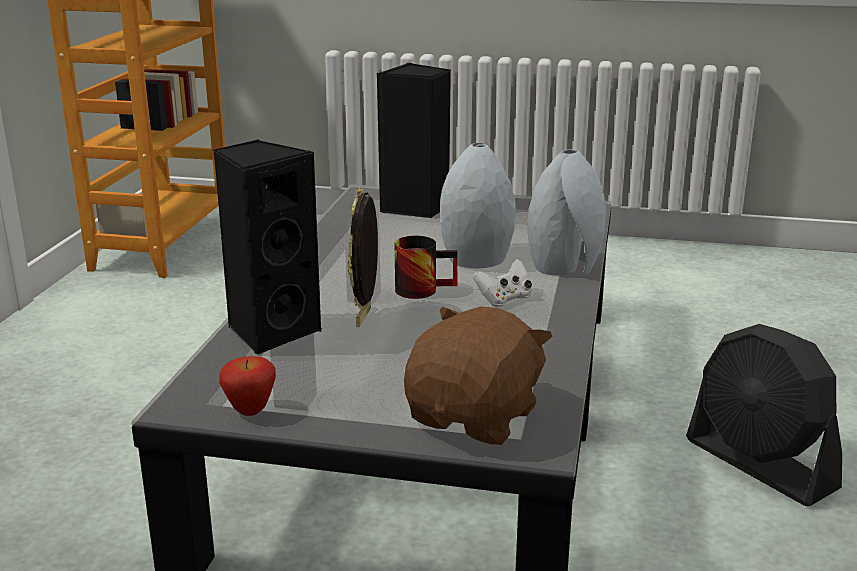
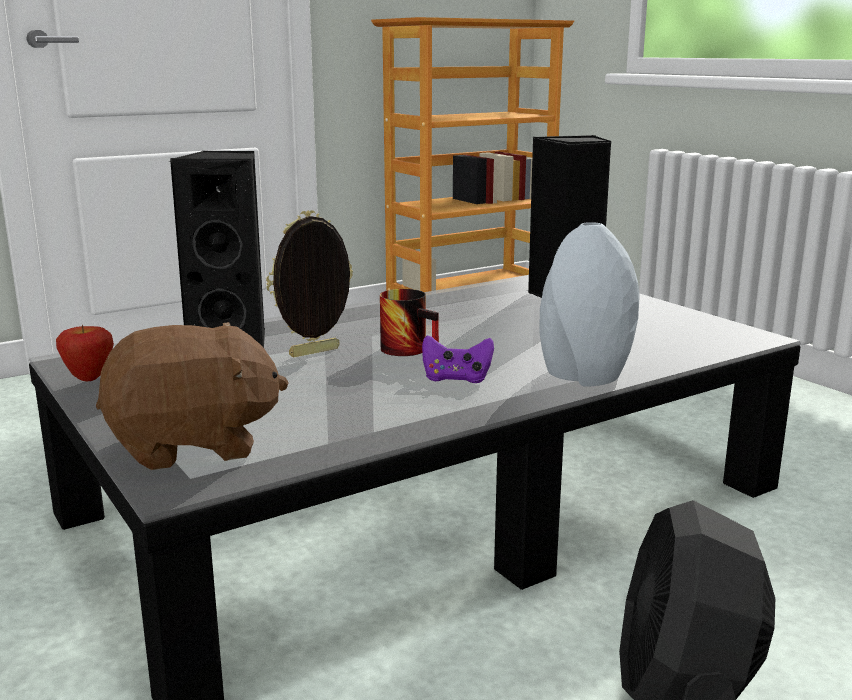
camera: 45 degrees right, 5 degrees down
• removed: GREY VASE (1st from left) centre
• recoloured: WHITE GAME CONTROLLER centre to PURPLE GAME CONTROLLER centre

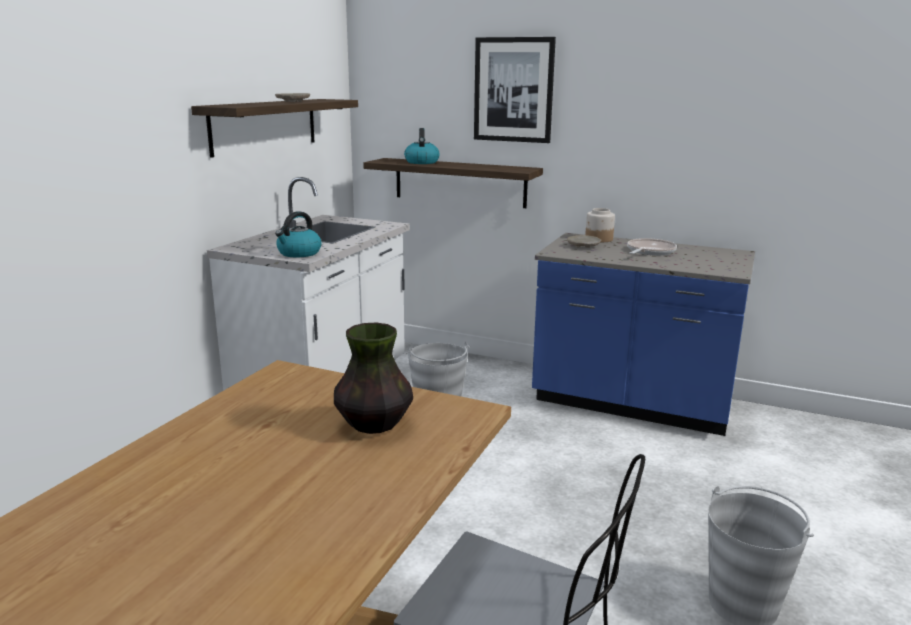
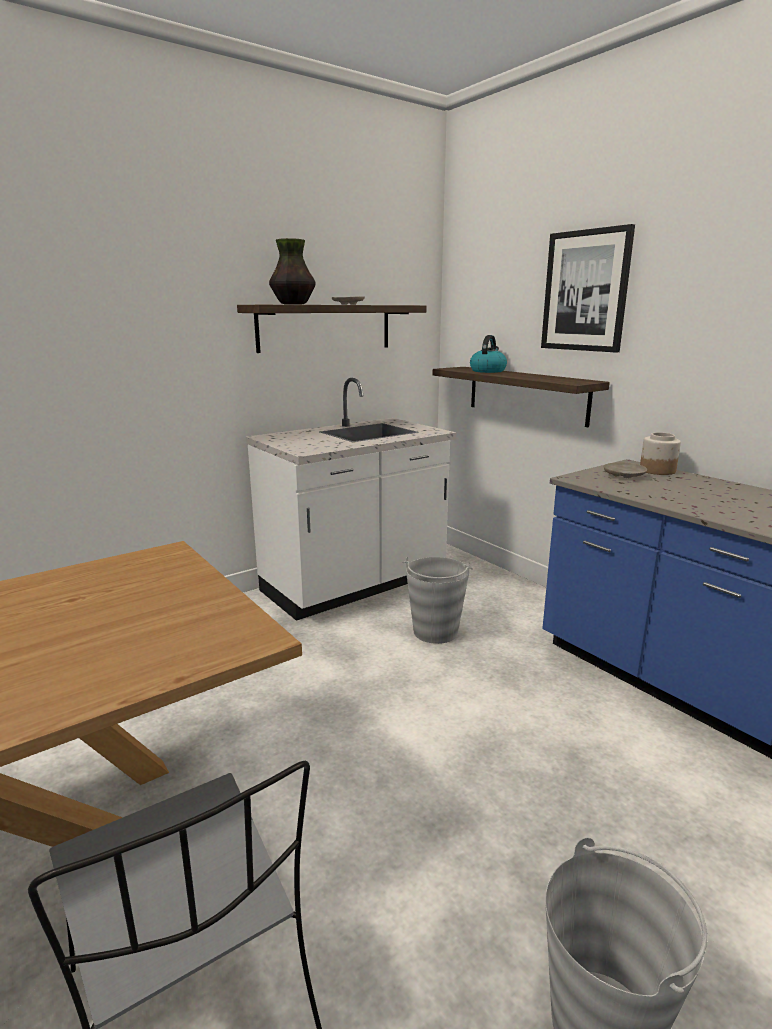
camera: 30 degrees right, 0 degrees up
• removed: KETTLE (1st from left) middle left
• moved: VASE centre to top centre
• removed: FRYING PAN middle right

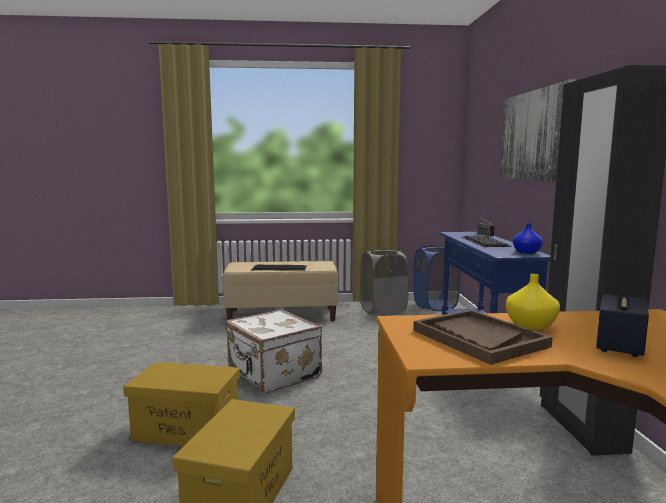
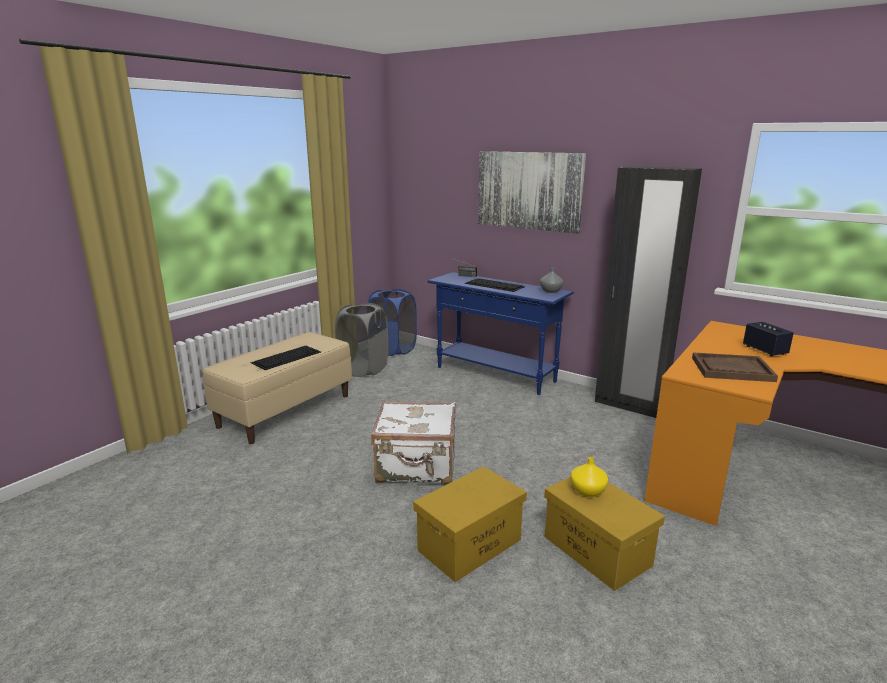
camera: 50 degrees left, 10 degrees up
• moved: YELLOW VASE middle right to bottom centre
• recoloured: BLUE VASE middle right to GREY VASE centre

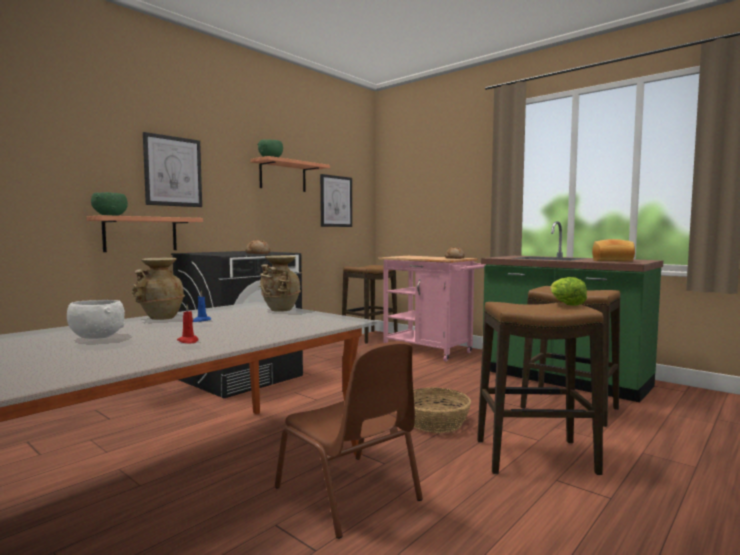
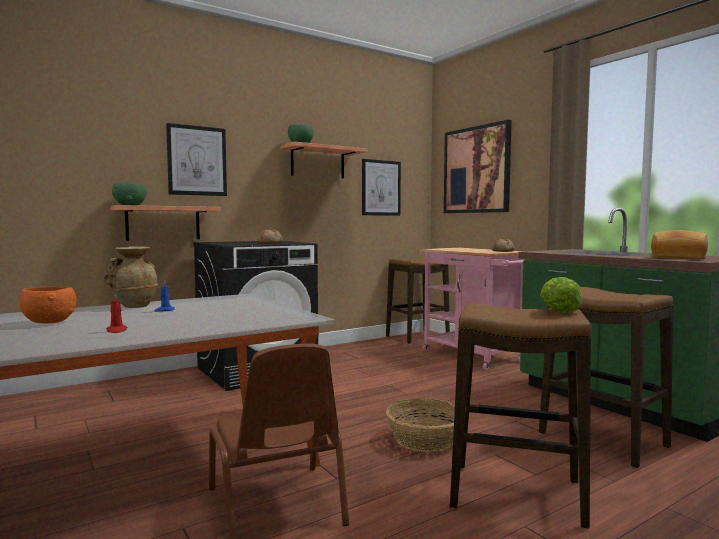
camera: 15 degrees right, 0 degrees up
• recoloured: WHITE BOWL middle left to ORANGE BOWL middle left
• removed: BEIGE VASE (2nd from left) centre
• added: PICTURE (3rd from left) top centre

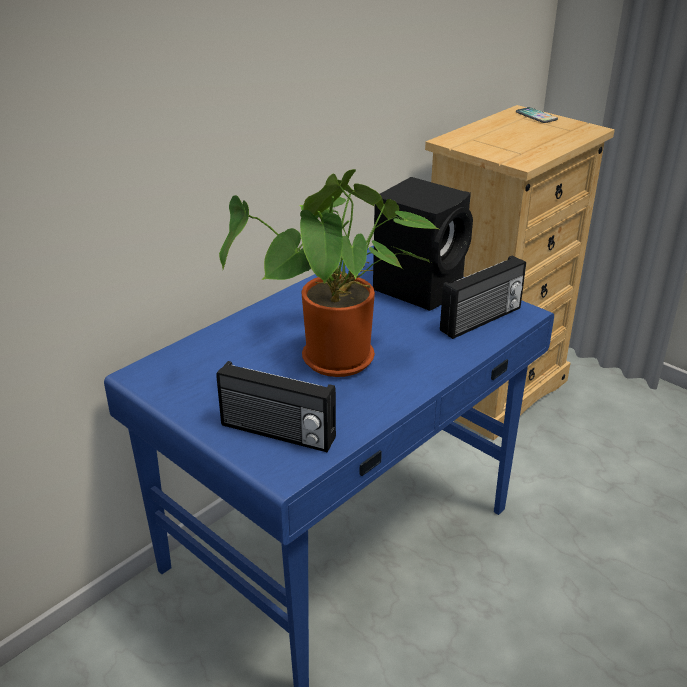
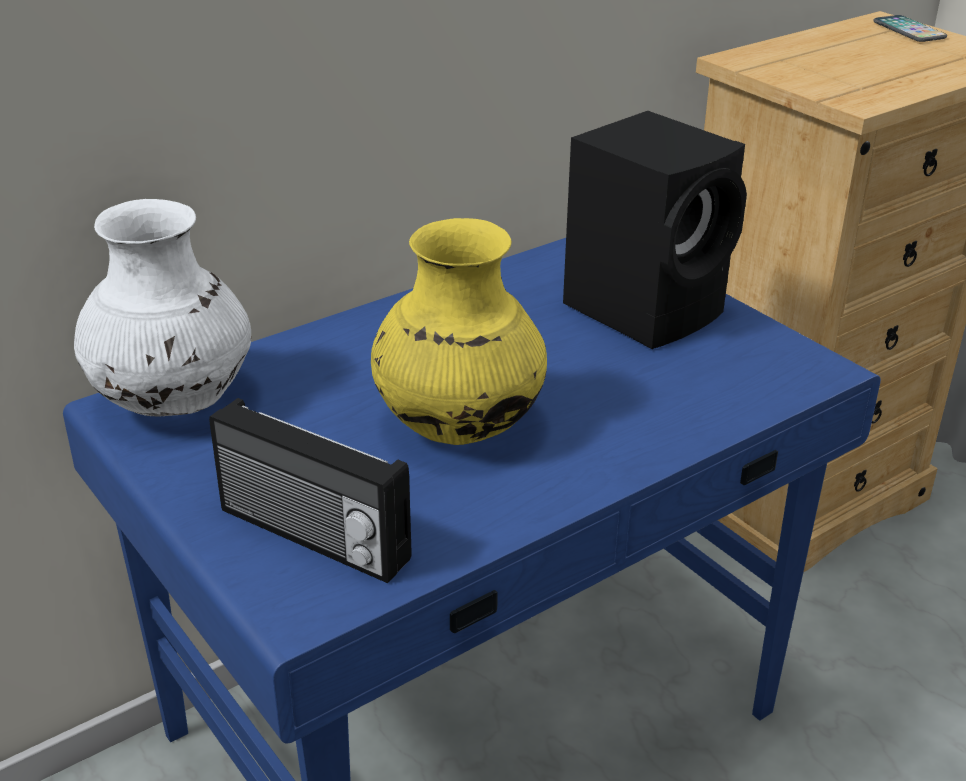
camera: 10 degrees right, 0 degrees up
• replaced: POTTED PLANT centre to YELLOW VASE centre
• removed: RADIO (2nd from left) middle right
• added: WHITE VASE middle left

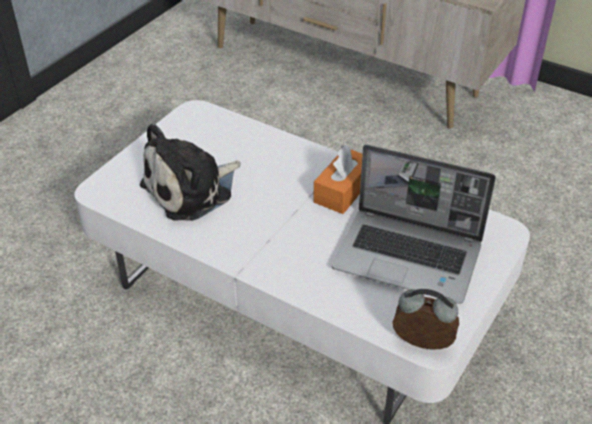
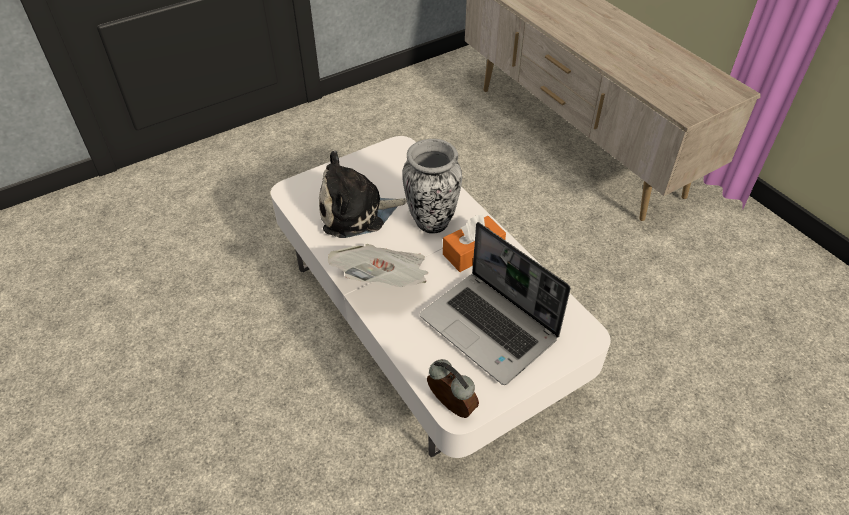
camera: 25 degrees right, 5 degrees up
• added: NEWSPAPER centre
• added: VASE centre

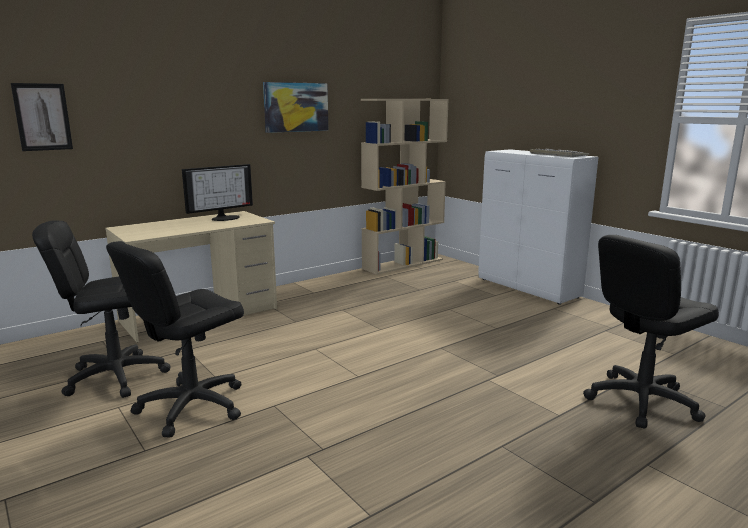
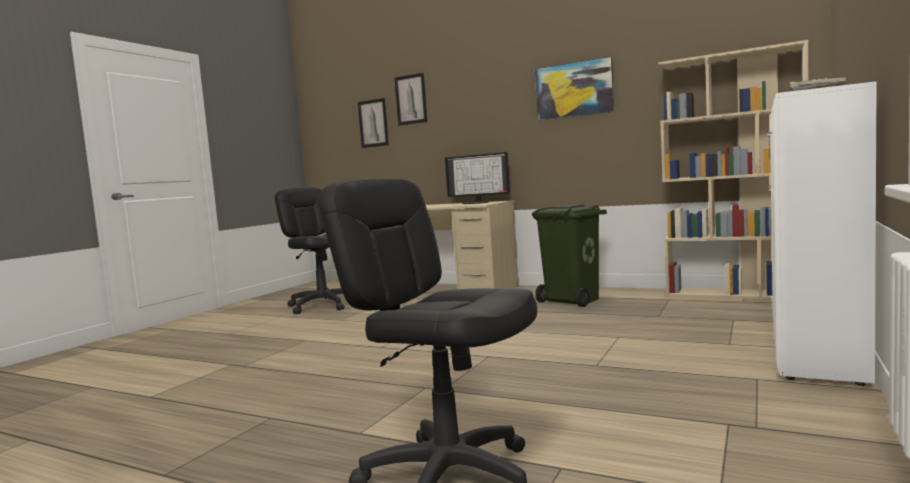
camera: 65 degrees right, 10 degrees down
• removed: BLACK OFFICE CHAIR (2nd from left) middle left
• added: PICTURE (2nd from left) top centre
• added: GREEN TRASH CAN centre

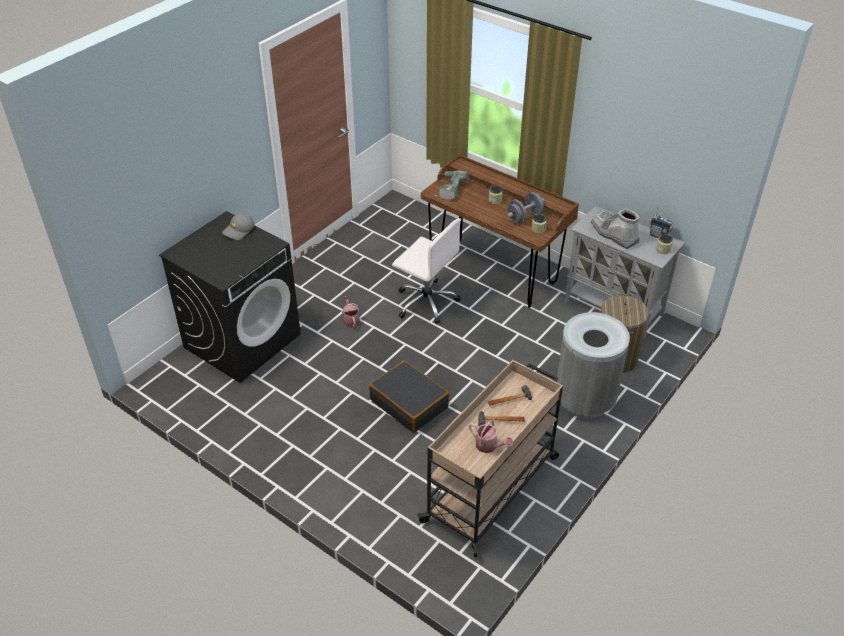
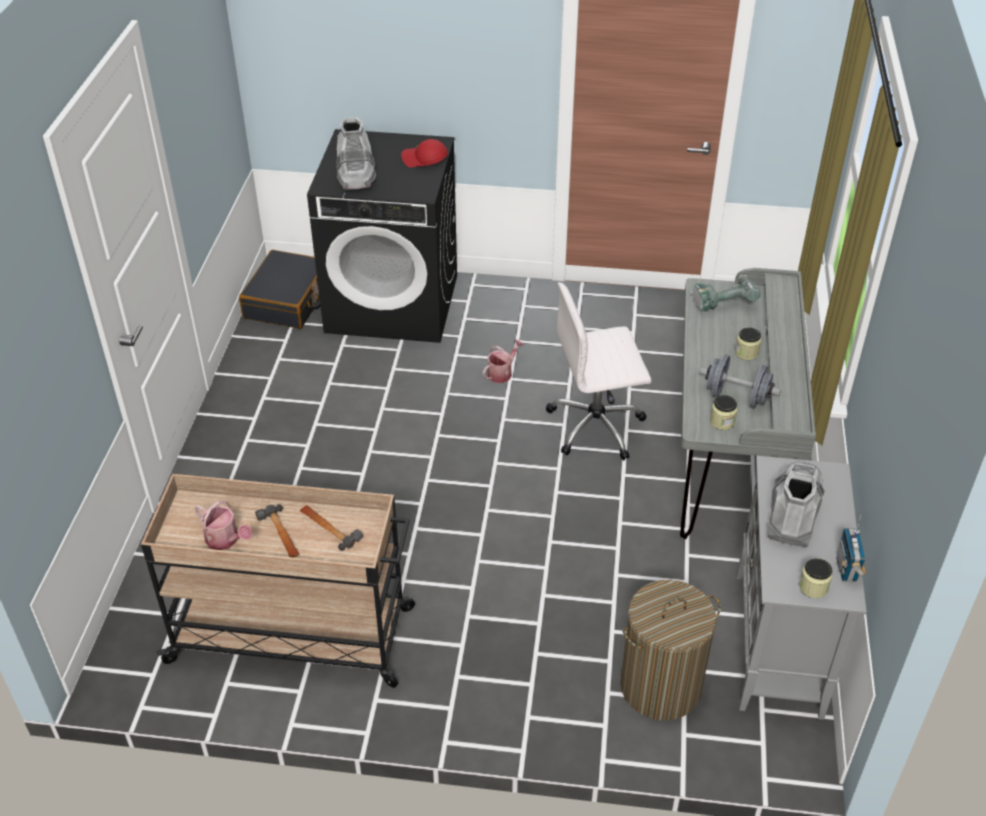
camera: 60 degrees right, 0 degrees up
• recoloured: GREY CAP middle left to RED CAP top centre
• moved: BLACK SUITCASE centre to middle left
• turned: WHITE OFFICE CHAIR centre = centre 75 degrees clockwise
• recoloured: BROWN DESK centre to GREY DESK middle right
• turned: WATERING CAN (2nd from left in the first image) bottom centre = middle left 60 degrees counterclockwise
• removed: GREY TRASH CAN middle right
• added: GREY BOOT (1st from left) top centre

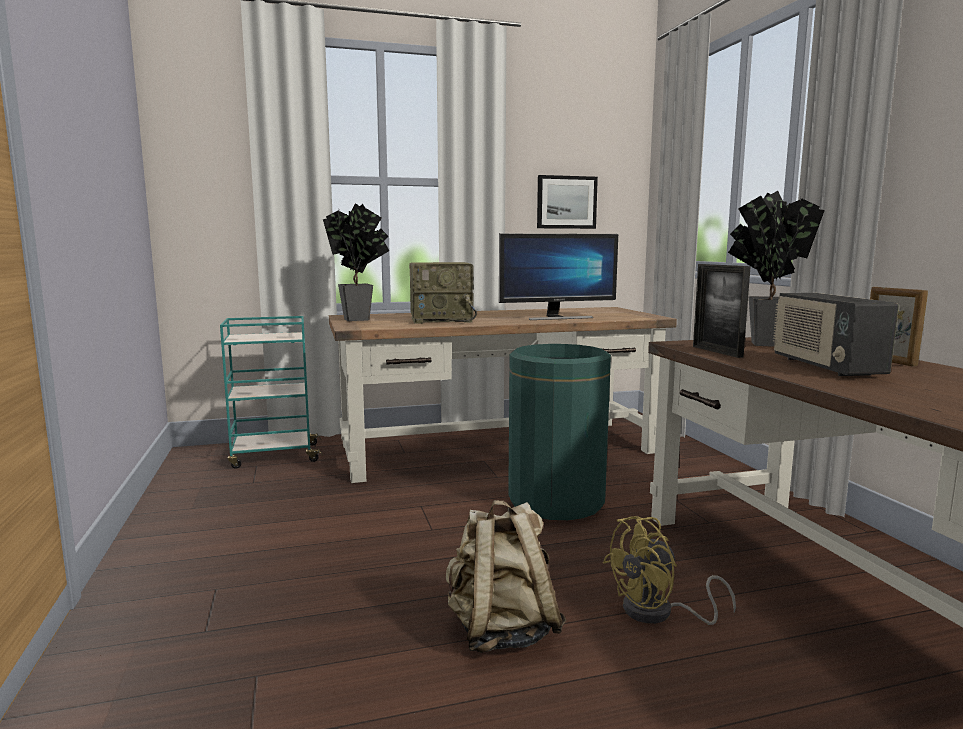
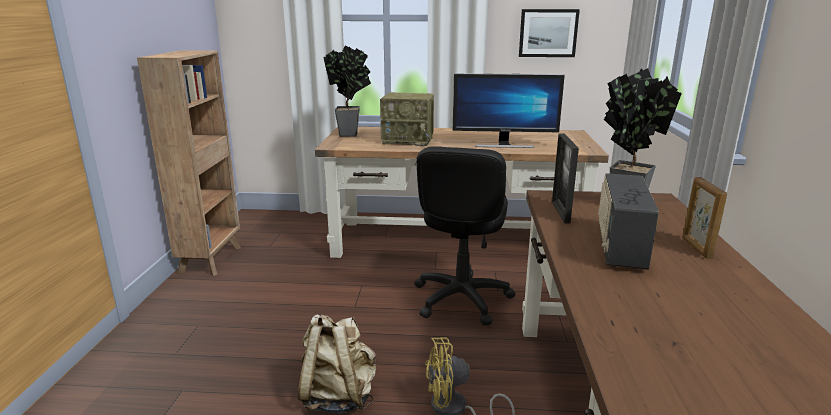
camera: 20 degrees right, 10 degrees up
• removed: TURQUOISE CART middle left
• replaced: GREEN TRASH CAN centre to BLACK OFFICE CHAIR centre
• added: BROWN BOOKCASE middle left

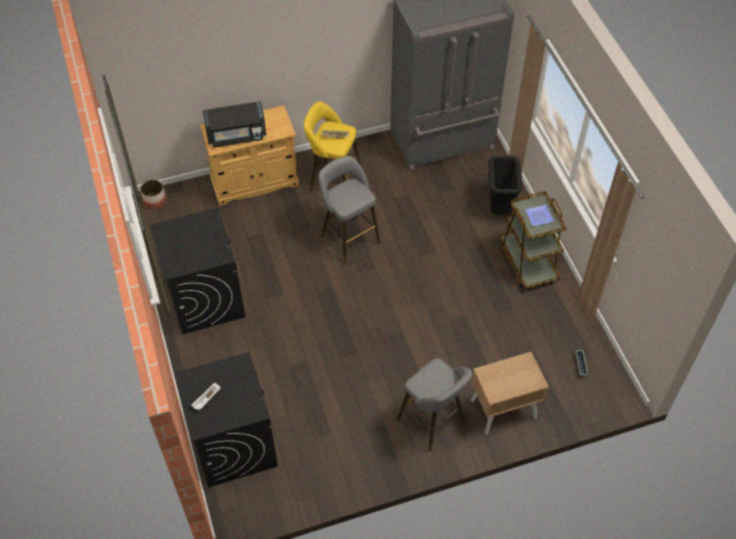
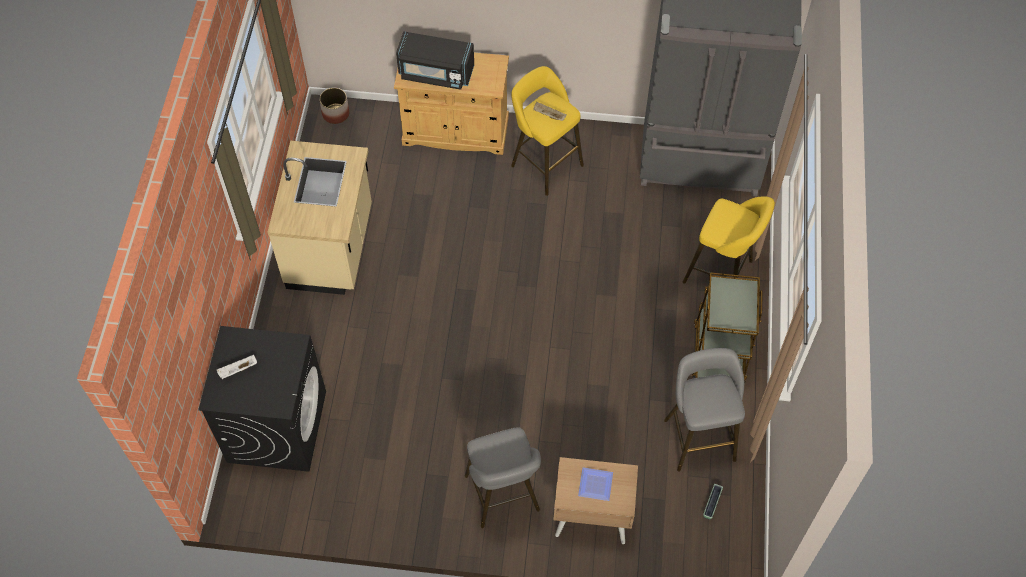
camera: 25 degrees right, 5 degrees up
• replaced: BLACK WASHING MACHINE (1st from left) middle left to BEIGE COUNTER middle left
• moved: GREY STOOL (1st from left in the first image) centre to GREY STOOL (2nd from left) bottom right
• replaced: BLACK TRASH CAN middle right to YELLOW STOOL (2nd from left) middle right
• moved: PLATE middle right to bottom centre

